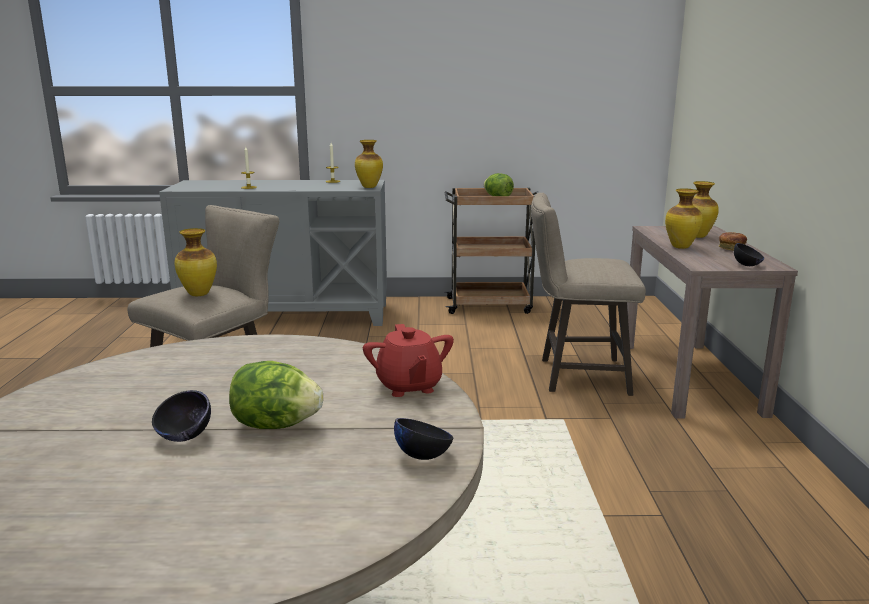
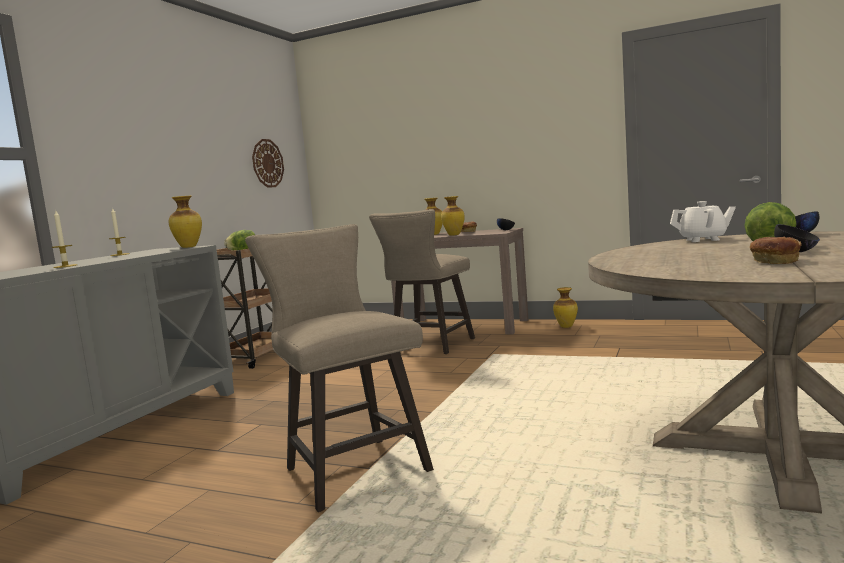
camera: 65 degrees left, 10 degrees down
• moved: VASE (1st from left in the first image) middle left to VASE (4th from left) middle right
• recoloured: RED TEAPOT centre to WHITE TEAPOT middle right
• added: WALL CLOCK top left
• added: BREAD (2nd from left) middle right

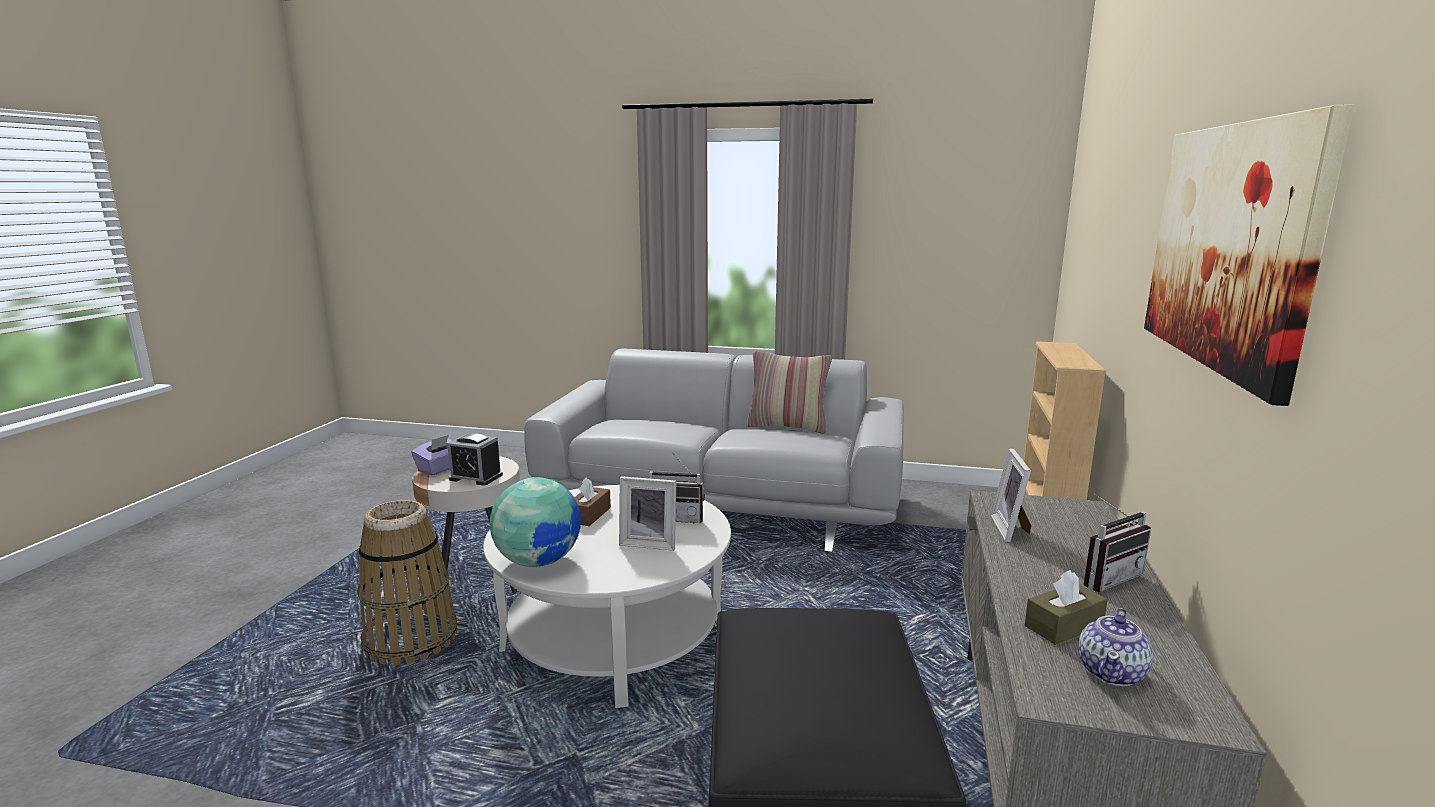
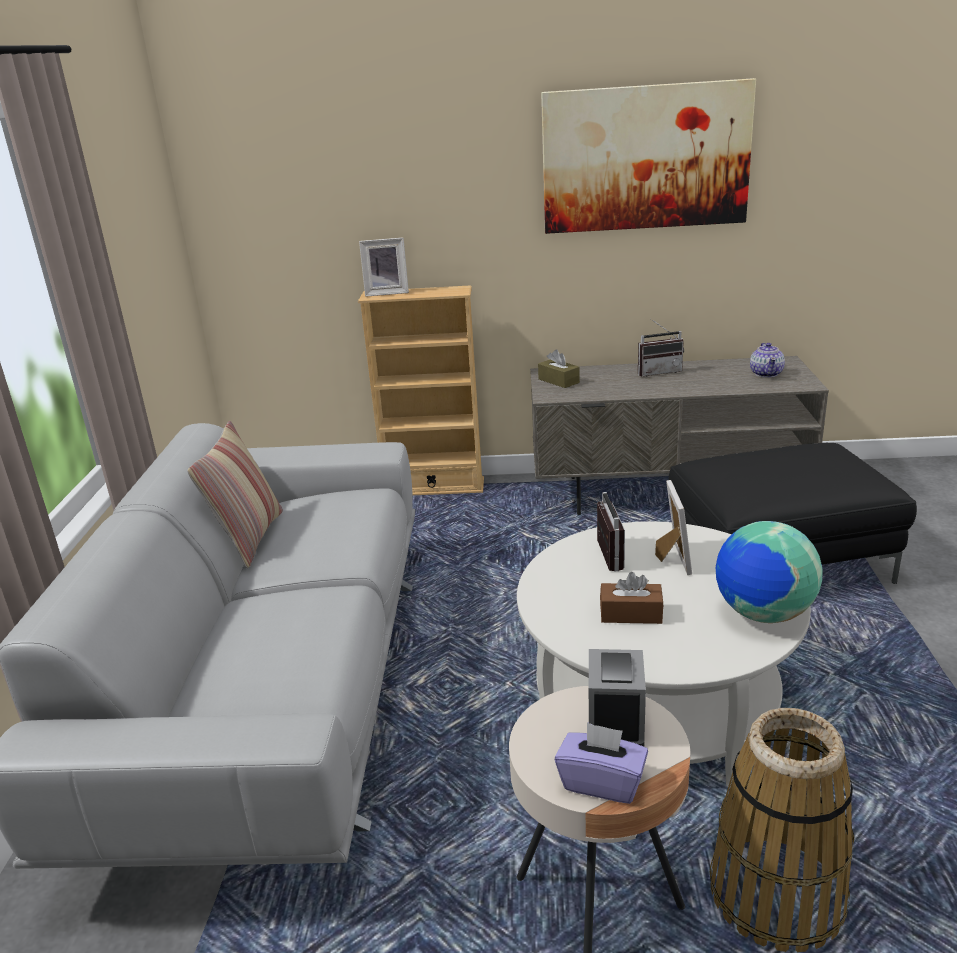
camera: 100 degrees left, 10 degrees up
• moved: PICTURE FRAME (2nd from left in the first image) middle right to PICTURE FRAME (1st from left) top centre
• moved: BROWN TISSUE BOX (2nd from left in the first image) bottom right to BROWN TISSUE BOX (1st from left) centre
• turned: TEAPOT bottom right = middle right 75 degrees clockwise
• turned: RADIO (2nd from left) bottom right = middle right 120 degrees clockwise

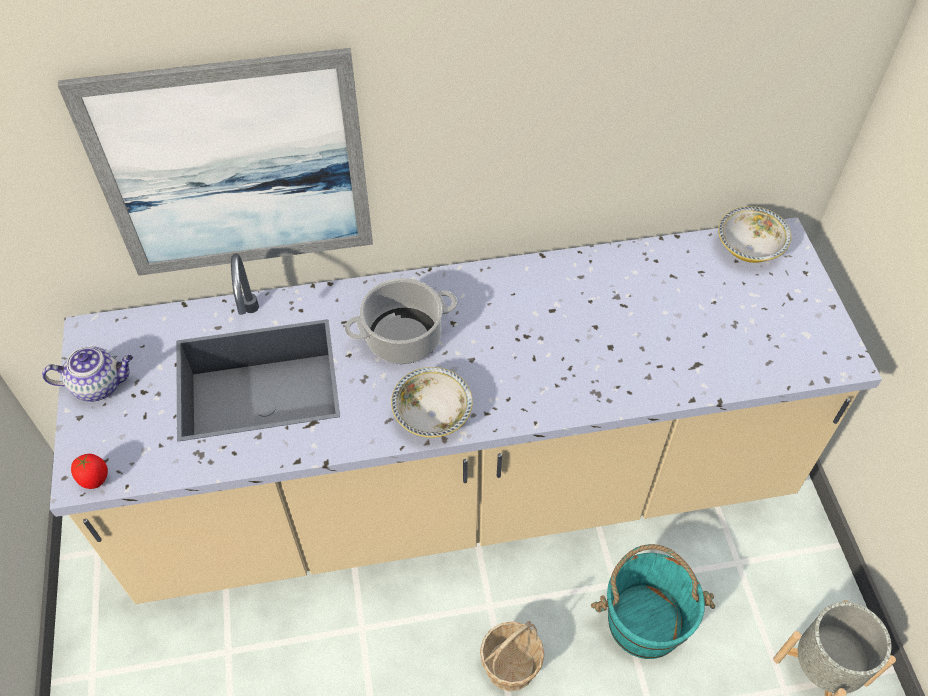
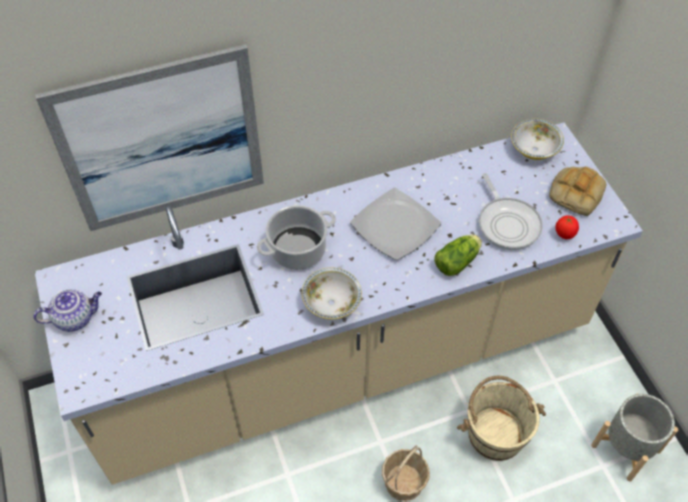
camera: 10 degrees left, 0 degrees up
• moved: TOMATO bottom left to middle right
• recoloured: TURQUOISE BUCKET bottom right to BEIGE BUCKET bottom right
• added: PLATE centre
• added: LETTUCE centre
• added: FRYING PAN middle right
• added: BREAD middle right

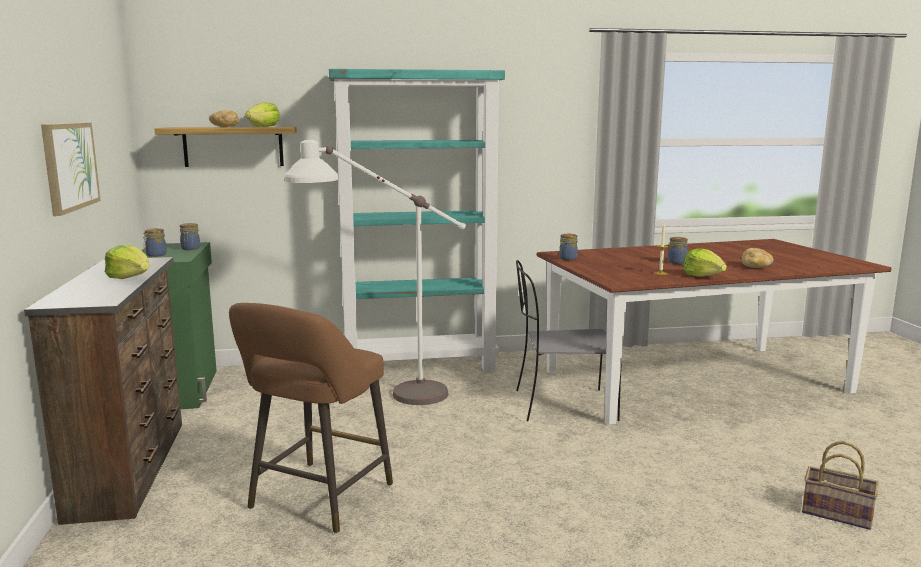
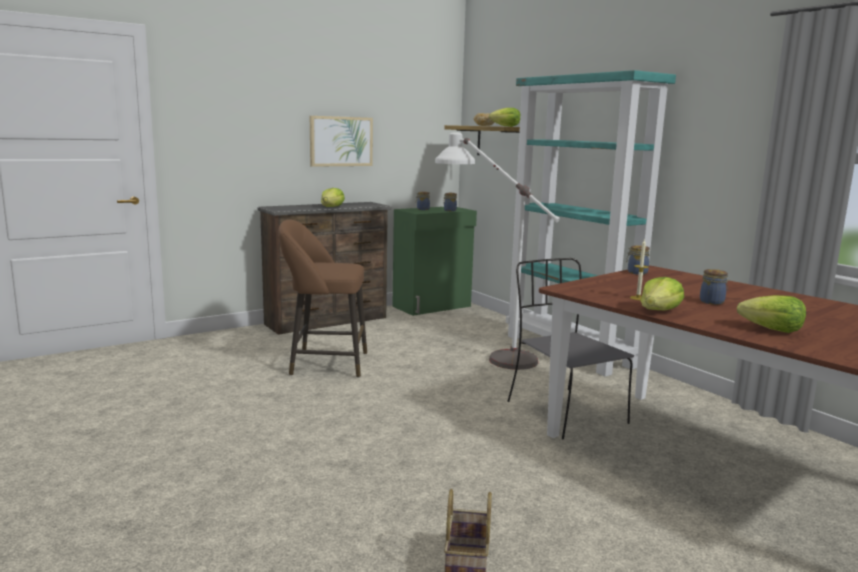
camera: 65 degrees right, 0 degrees up
• replaced: BREAD (2nd from left) middle right to LETTUCE (4th from left) middle right

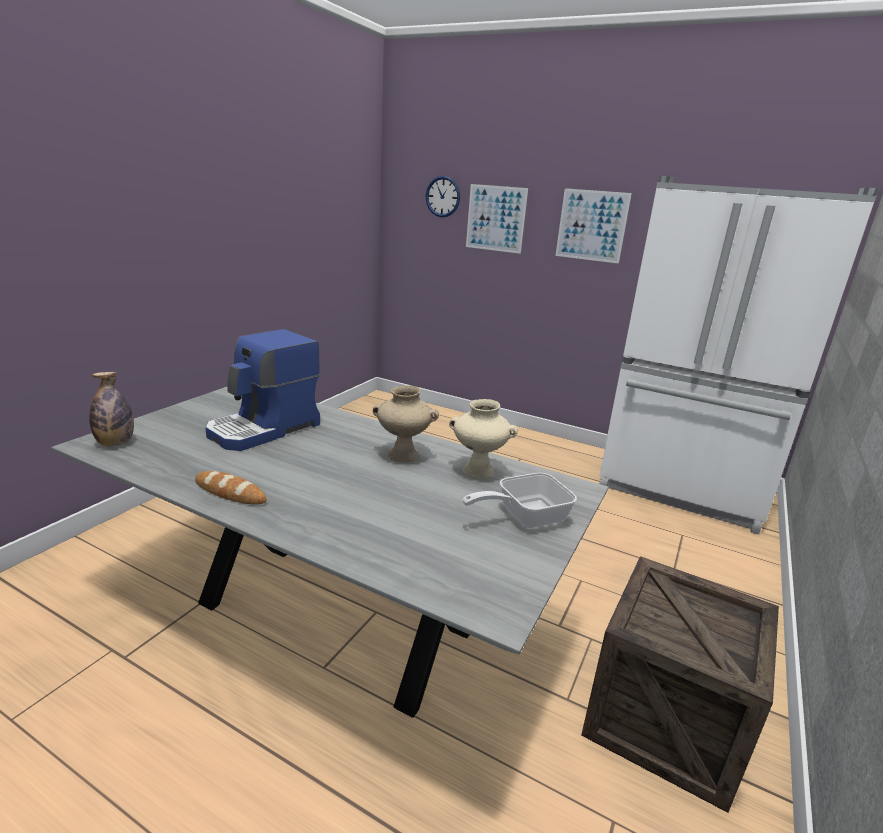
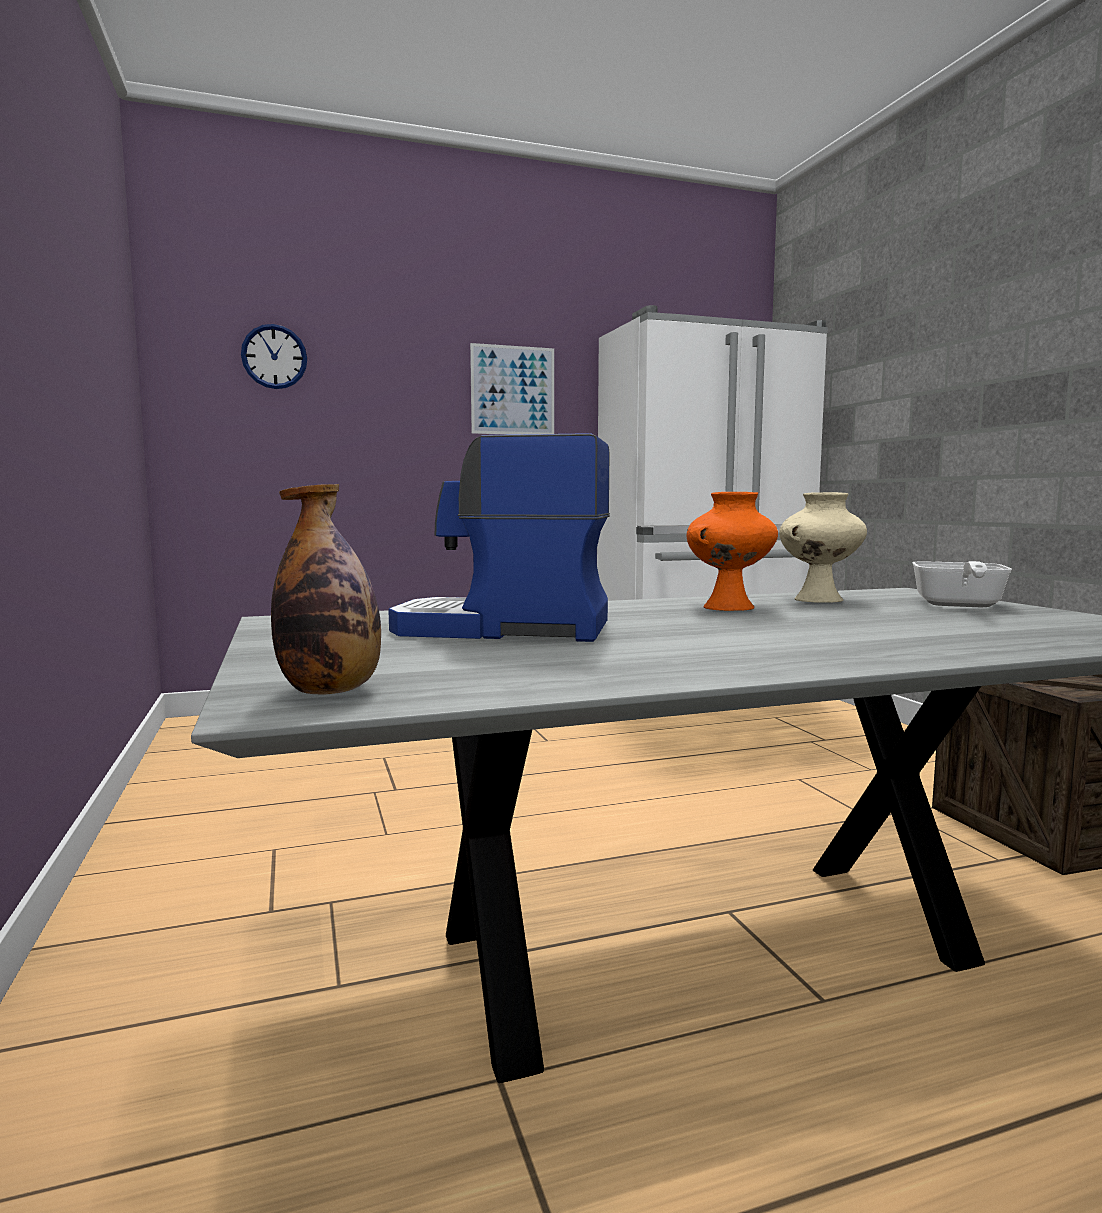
camera: 45 degrees left, 15 degrees down
• removed: BREAD middle left
• turned: COFFEE MACHINE middle left = centre 105 degrees clockwise
• recoloured: BEIGE VASE (1st from left) centre to ORANGE VASE centre
• removed: PICTURE (1st from left) top centre

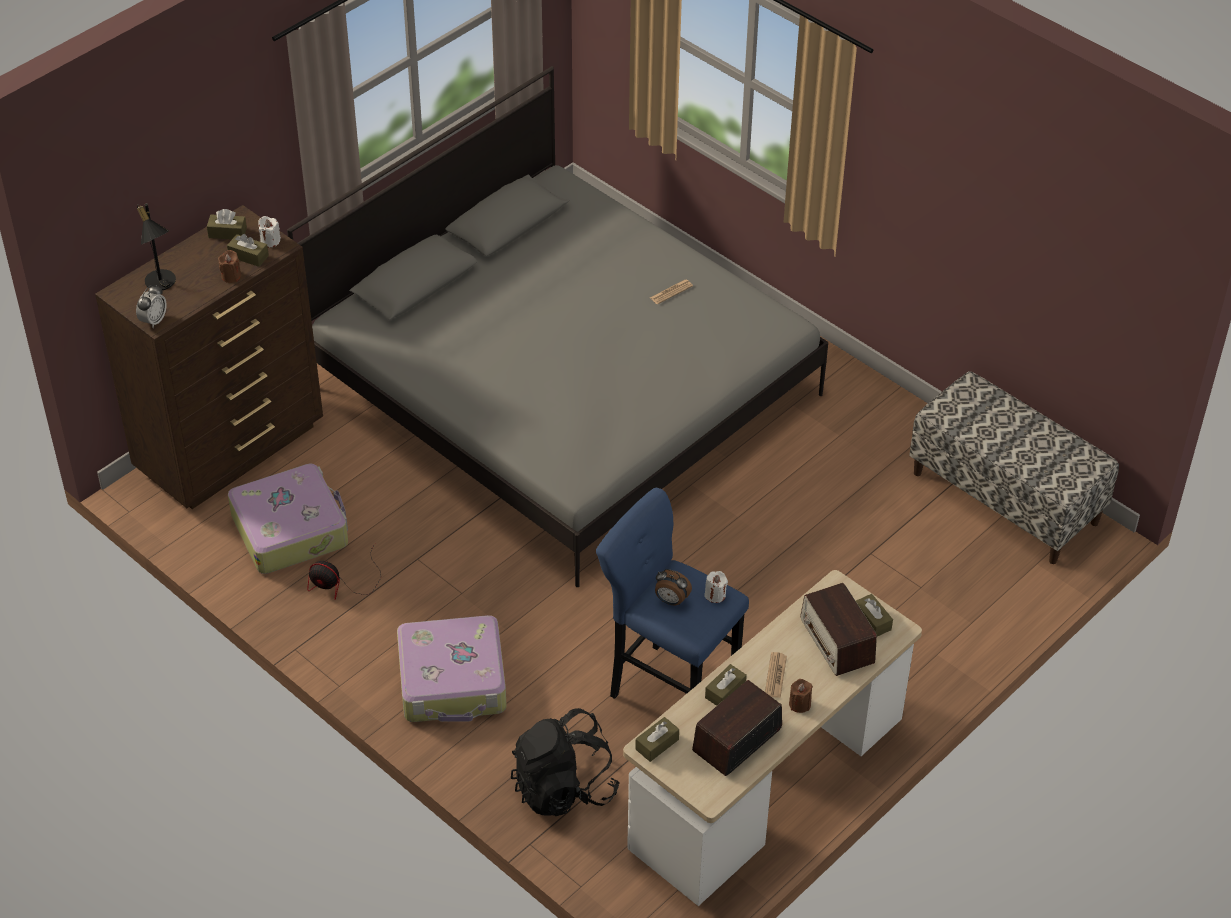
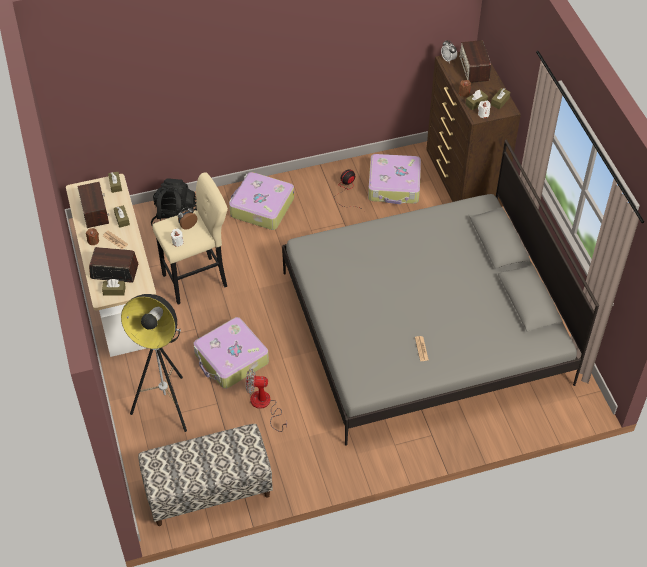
camera: 120 degrees right, 5 degrees up
• replaced: BLACK TABLE LAMP top left to RADIO (3rd from left) top right
• recoloured: BLUE STOOL centre to BEIGE STOOL middle left
• added: FLOOR LAMP middle left
• added: SUITCASE (1st from left) centre
• added: FAN (1st from left) bottom centre

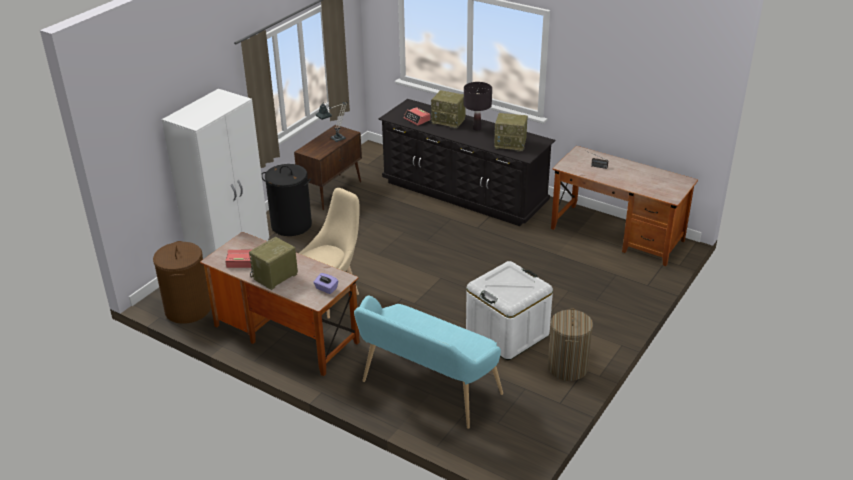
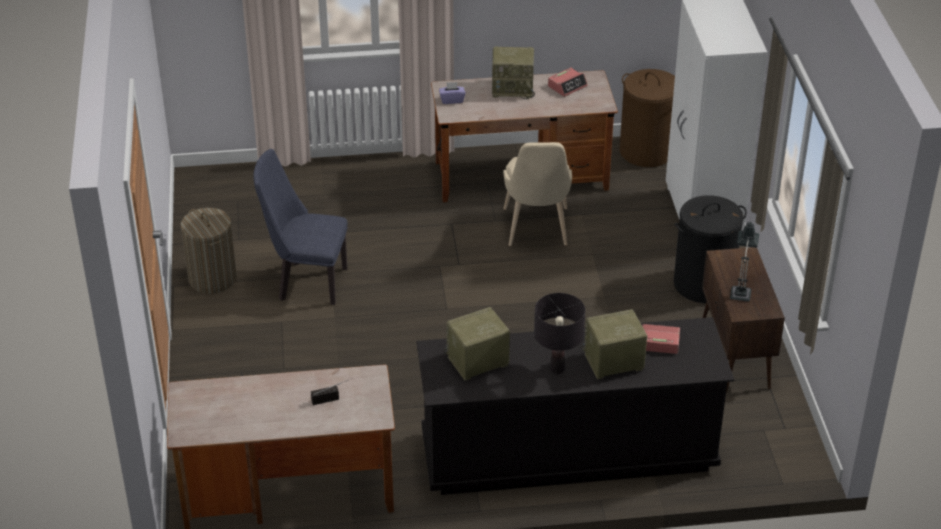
camera: 140 degrees right, 5 degrees up
• turned: RADIO (1st from left in the first image) middle left = top centre 90 degrees clockwise
• removed: TURQUOISE BENCH bottom centre
• replaced: WHITE STORAGE BOX centre to BLUE CHAIR middle left

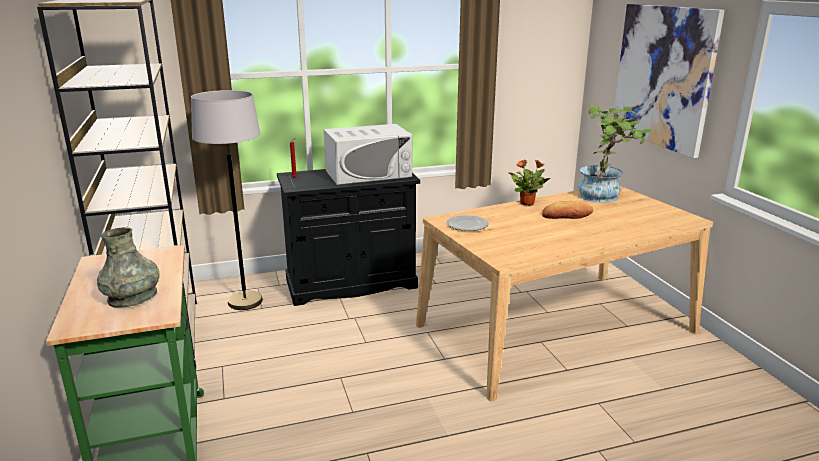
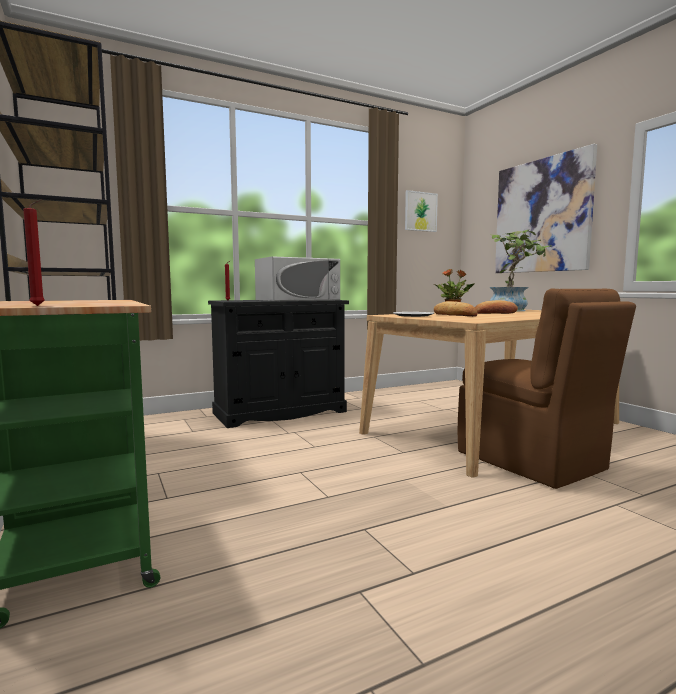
camera: 10 degrees left, 15 degrees down
• removed: GREY VASE middle left
• removed: GREY FLOOR LAMP middle left
• added: RED CANDLE (1st from left) middle left
• added: PICTURE (1st from left) top centre
• added: BREAD (1st from left) middle right
• added: BROWN CHAIR middle right

